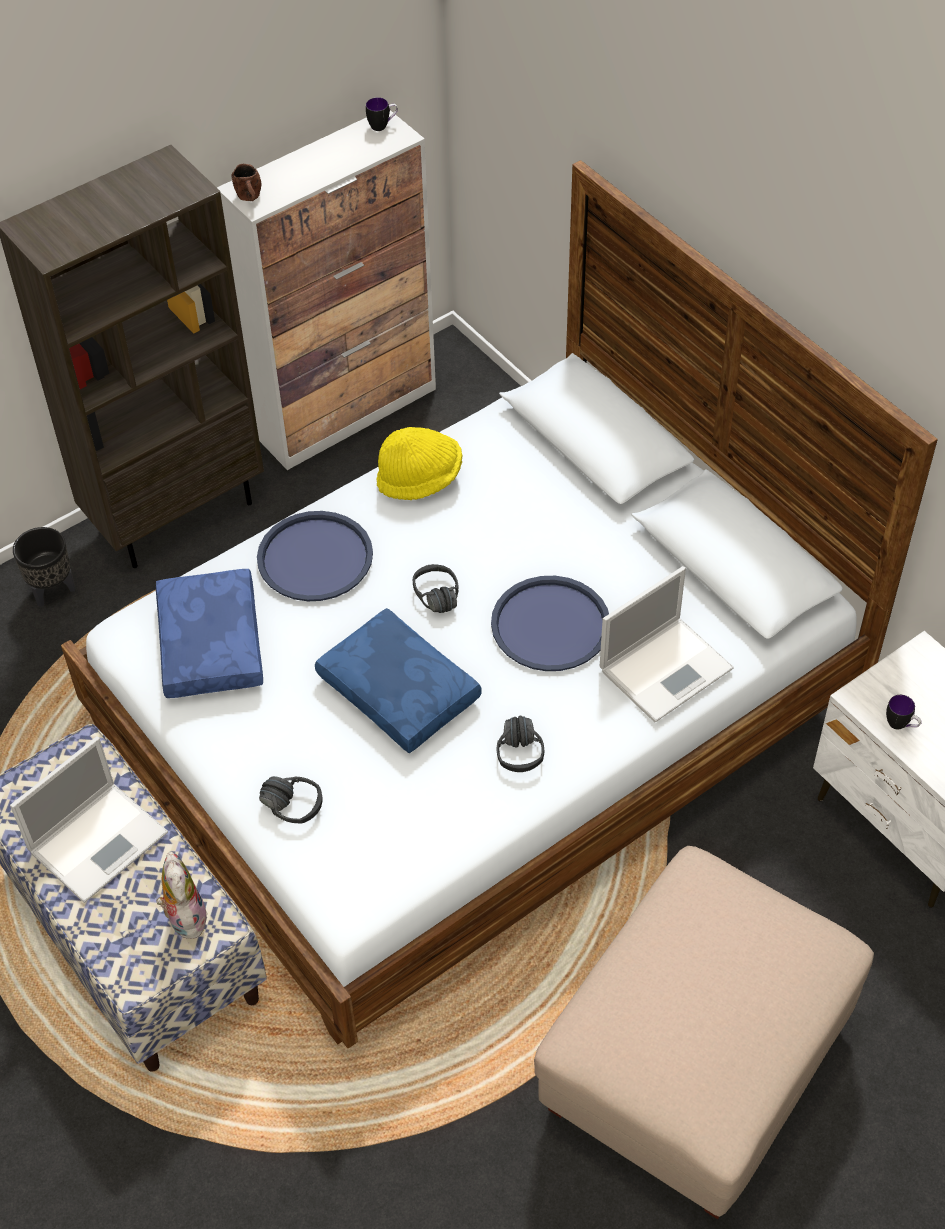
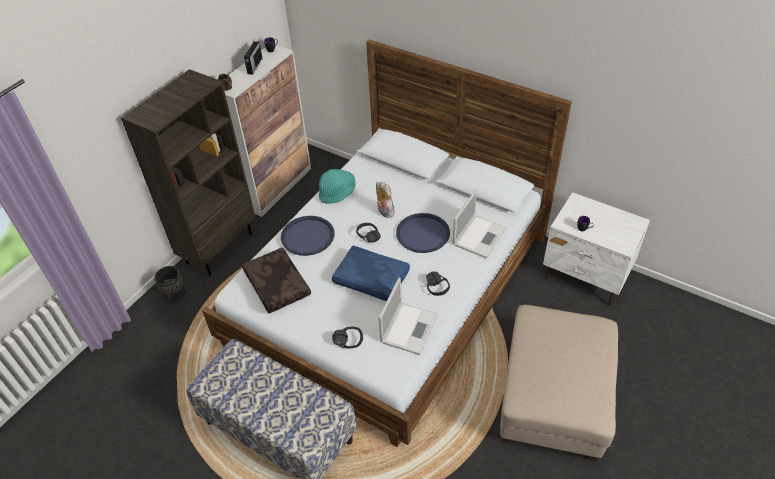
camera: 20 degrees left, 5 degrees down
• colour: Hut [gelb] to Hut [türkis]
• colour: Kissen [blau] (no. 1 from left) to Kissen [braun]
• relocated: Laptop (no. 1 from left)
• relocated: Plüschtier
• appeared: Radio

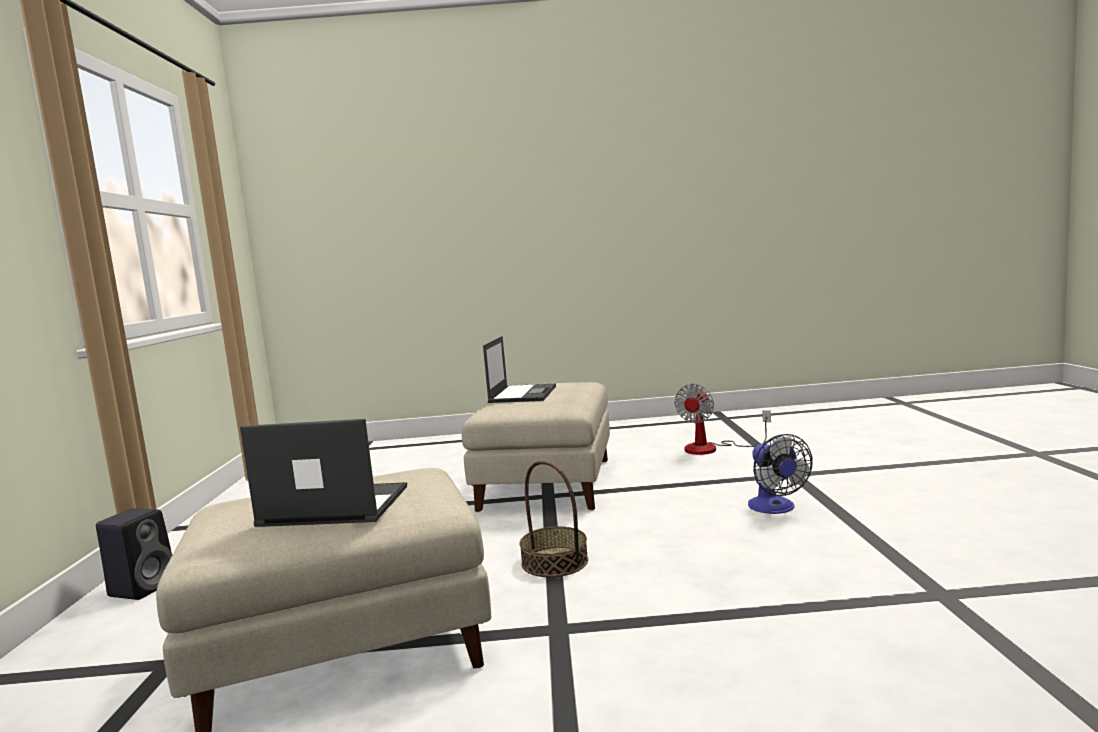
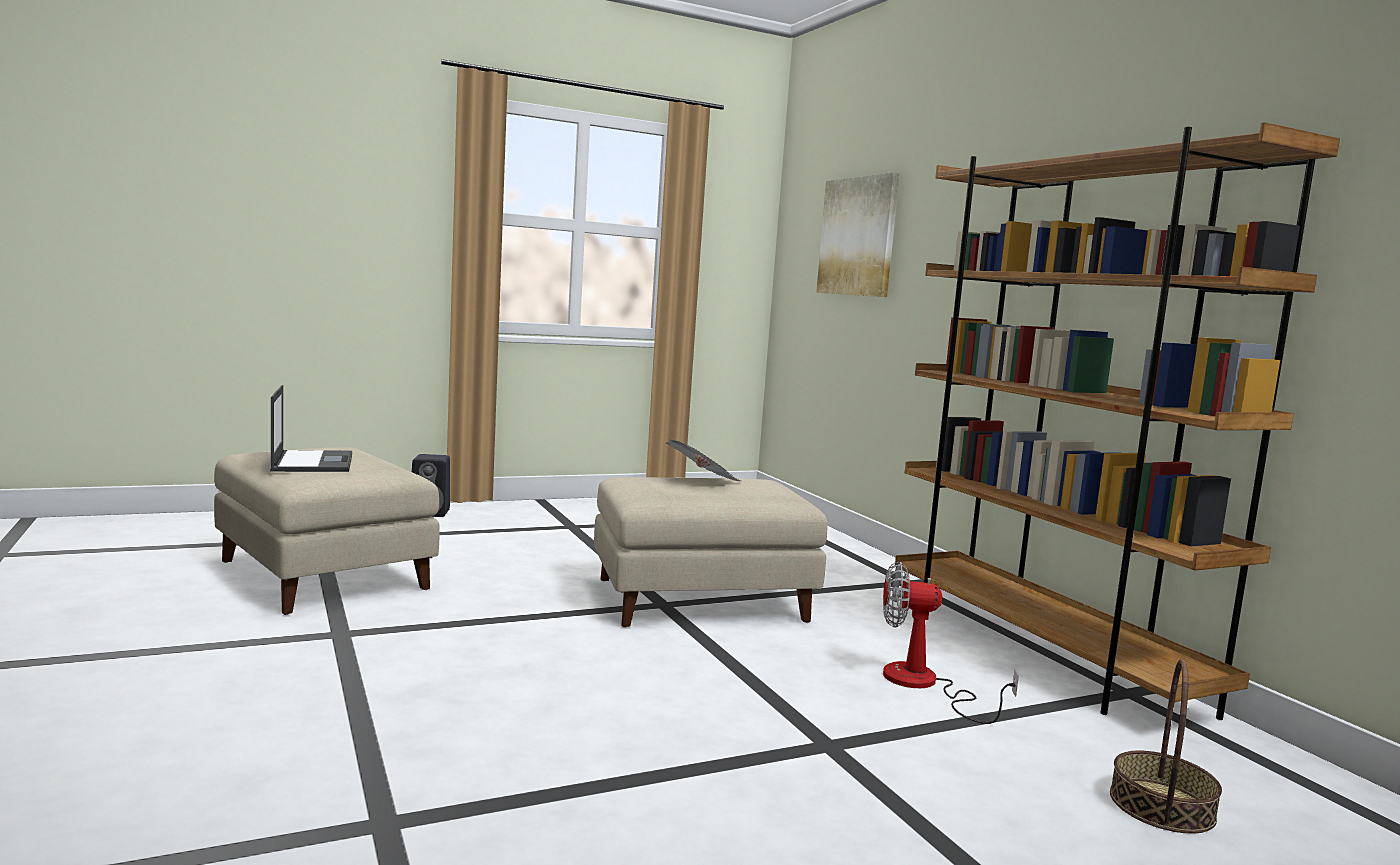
camera: 65 degrees right, 0 degrees up
• exchanged: Laptop (no. 2 from left) to Zeitung
• missing: Ventilator (no. 2 from left)
• relocated: Korb
• appeared: Bücherregal [braun]
• appeared: Bild

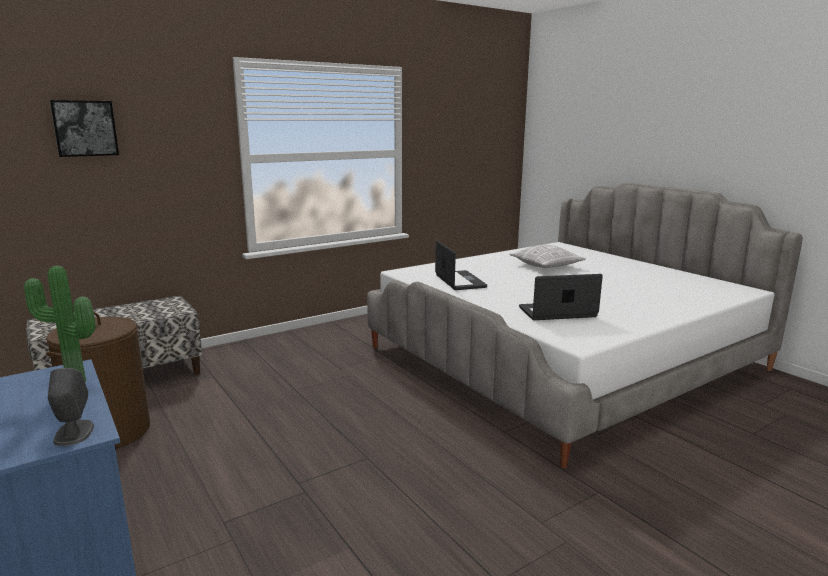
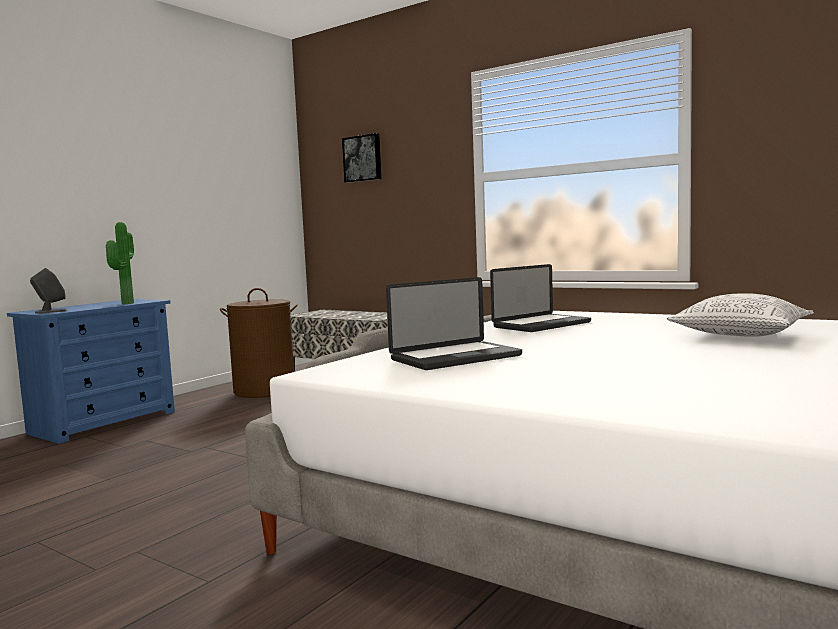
camera: 70 degrees right, 10 degrees down
• spun: Laptop (no. 2 from left in the first image) 90 degrees clockwise

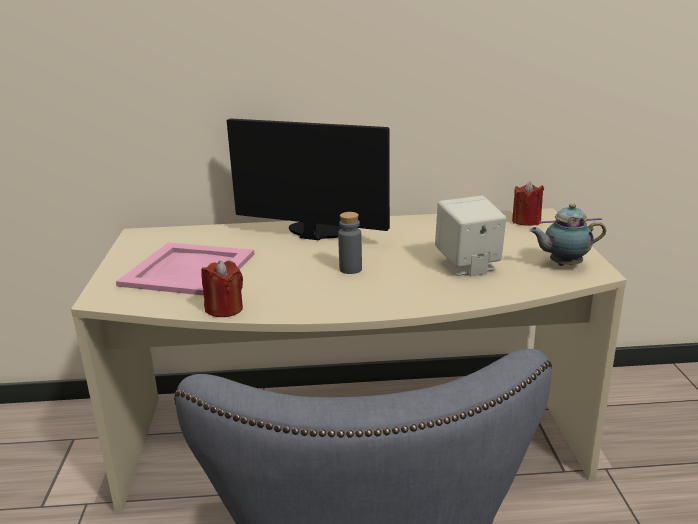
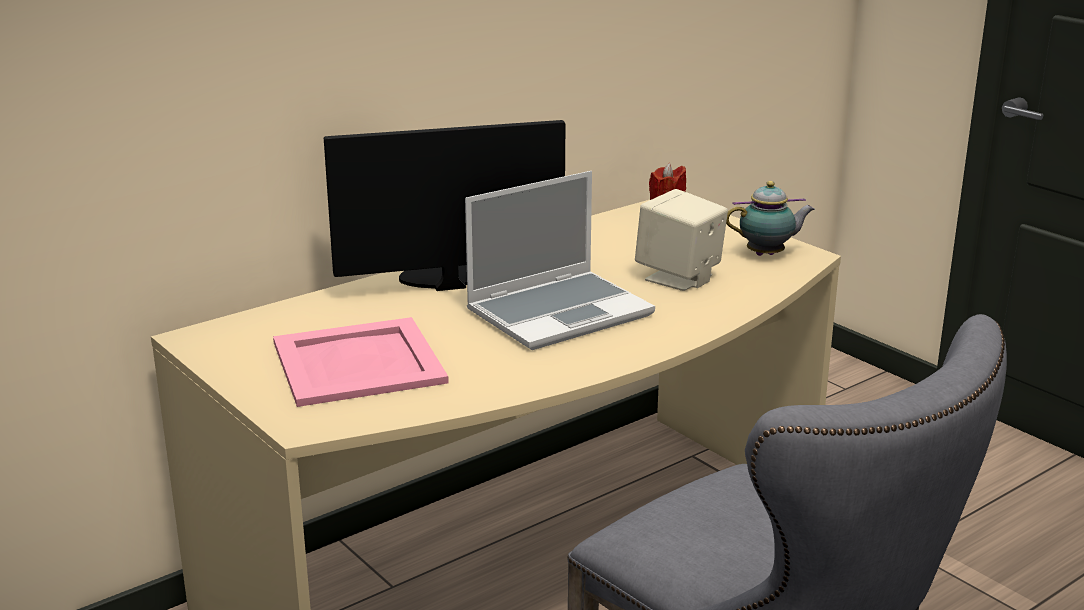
camera: 35 degrees left, 0 degrees up
• spun: Teekanne 150 degrees counterclockwise
• exchanged: Flasche [grau] to Laptop
• missing: Kerze [rot] (no. 1 from left)

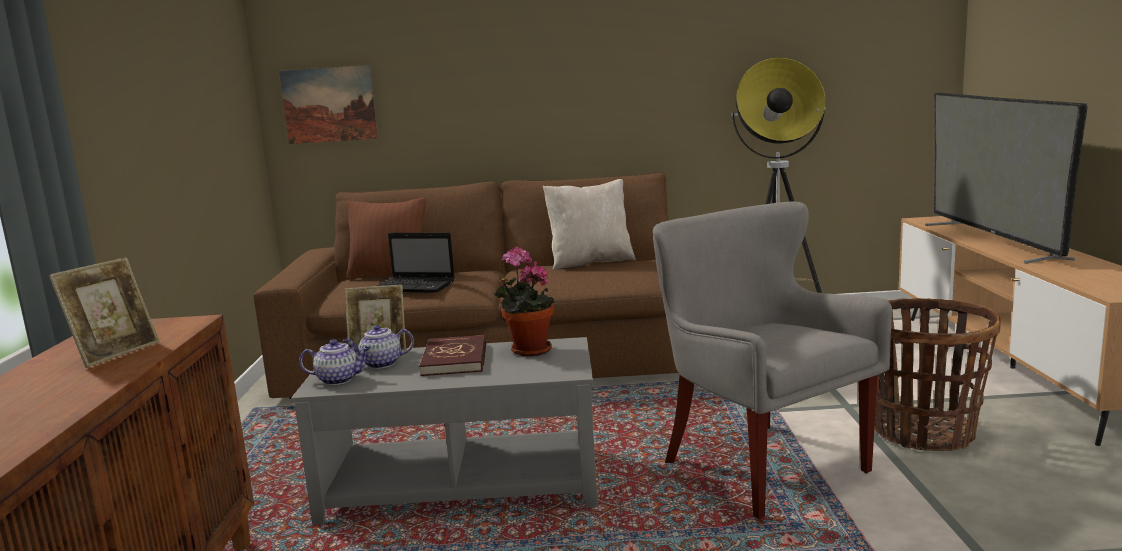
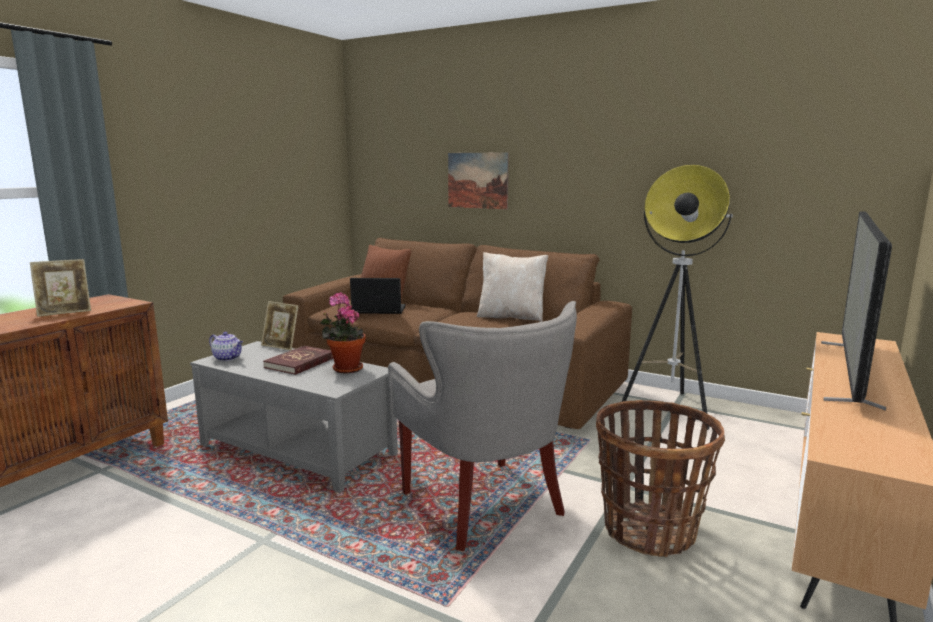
camera: 30 degrees right, 0 degrees up
• relocated: Bild
• spun: Sessel [grau] 150 degrees clockwise
• spun: Laptop 135 degrees clockwise
• missing: Teekanne (no. 2 from left)

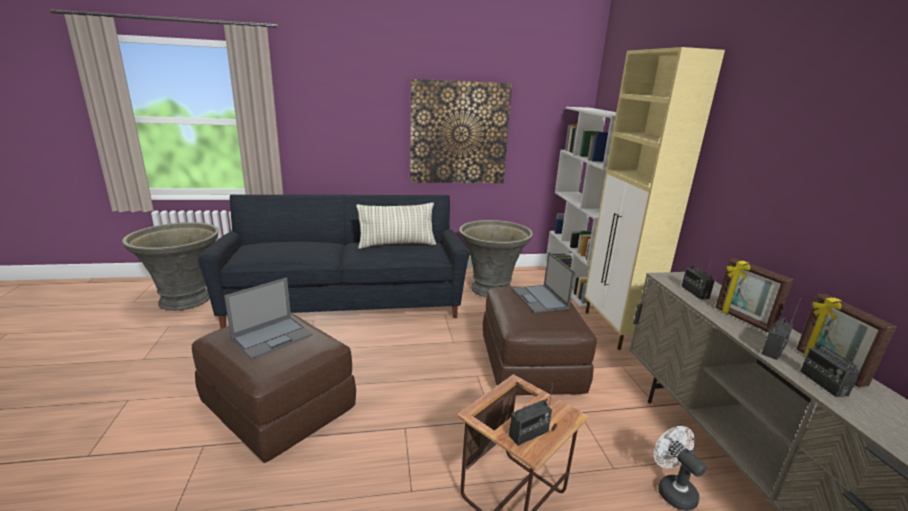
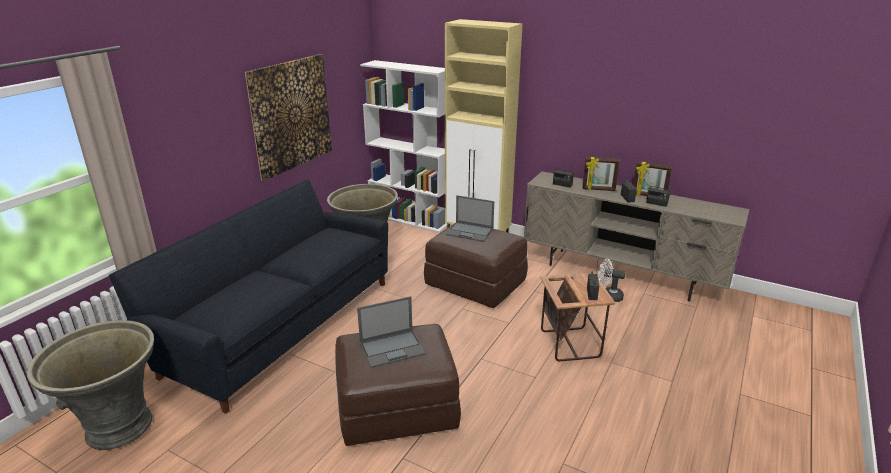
camera: 50 degrees left, 5 degrees up
• missing: Kissen
• spun: Laptop (no. 1 from left) 75 degrees clockwise

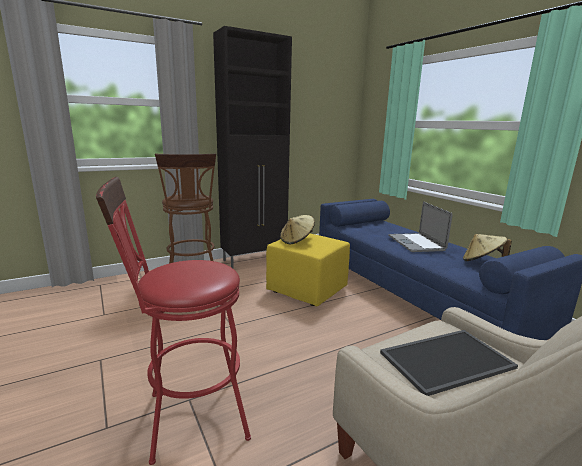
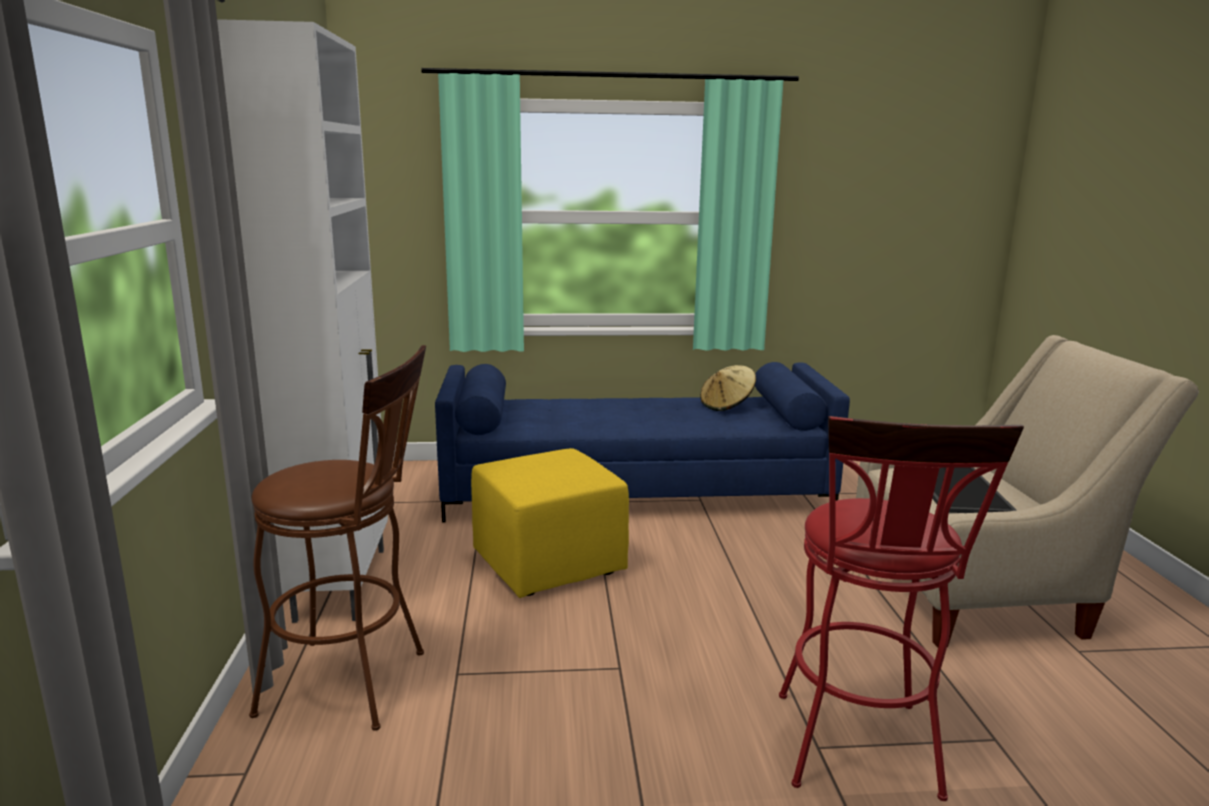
camera: 65 degrees left, 0 degrees up
• colour: Schrank [schwarz] to Schrank [weiß]
• missing: Laptop
• missing: Hut [beige] (no. 1 from left)

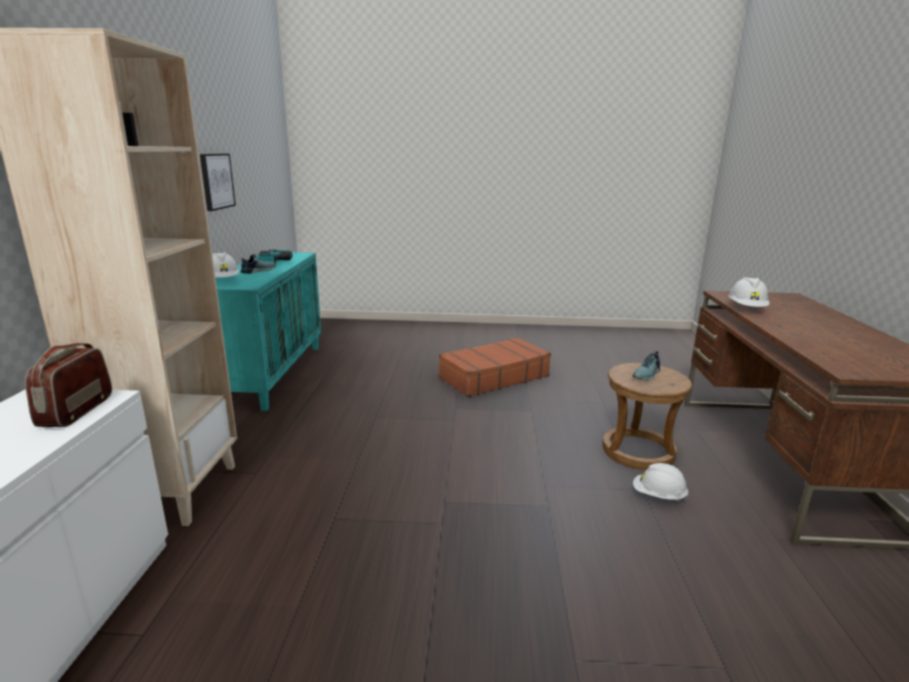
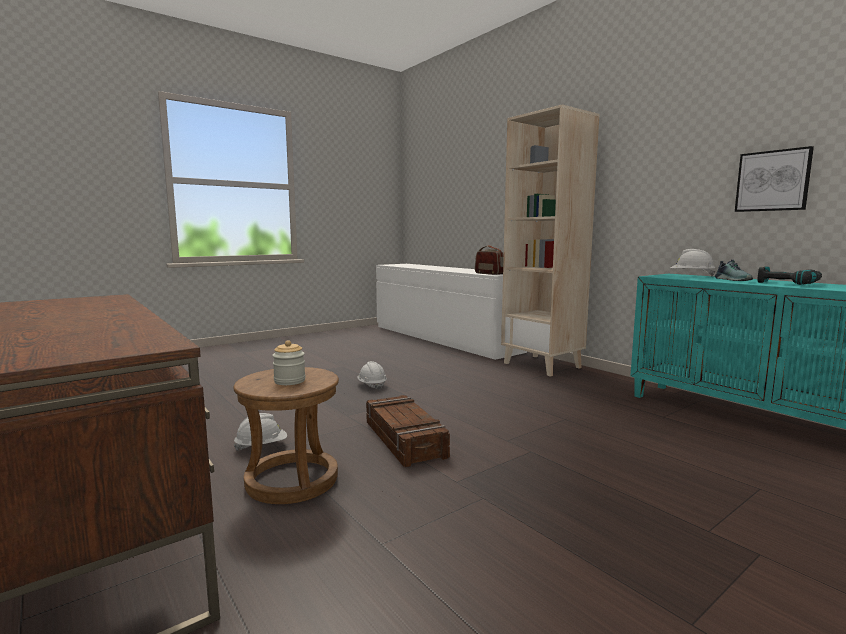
camera: 140 degrees right, 10 degrees down
• relocated: Schutzhelm [weiß] (no. 3 from left in the first image) to Schutzhelm [weiß] (no. 2 from left)
• missing: Koffer [braun]
• exchanged: Schuh (no. 2 from left) to Vorratsglas
• appeared: Kiste

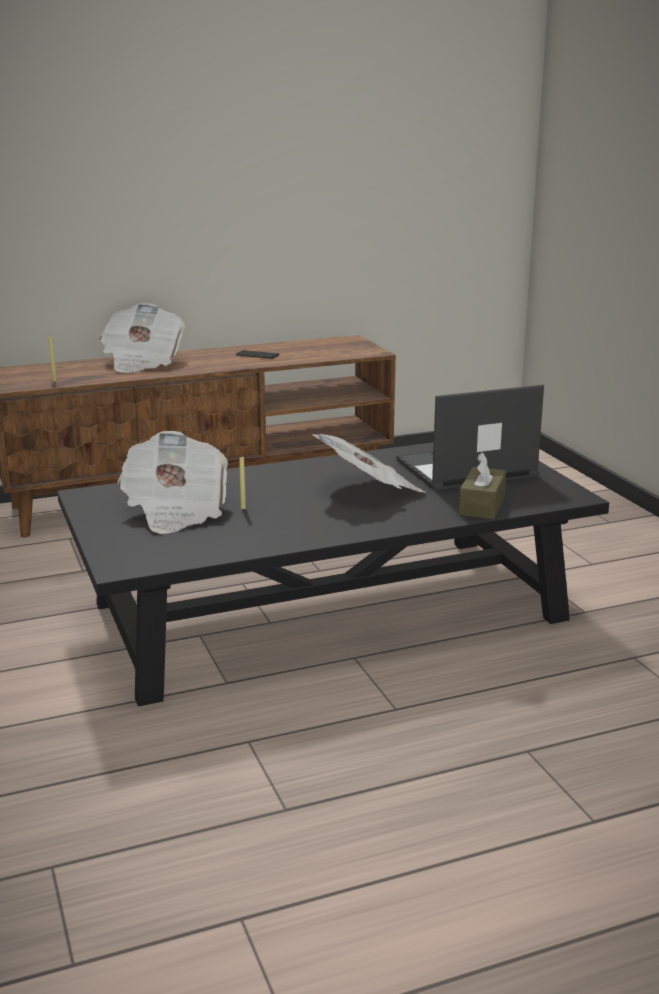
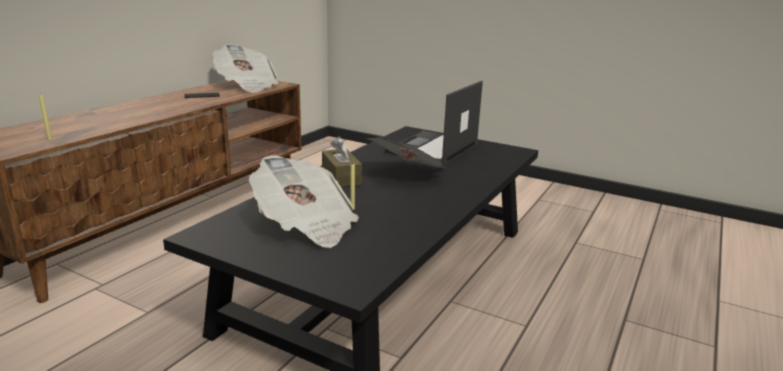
camera: 40 degrees left, 0 degrees up
• relocated: Zeitung (no. 1 from left)
• relocated: Taschentuchbox [braun]

